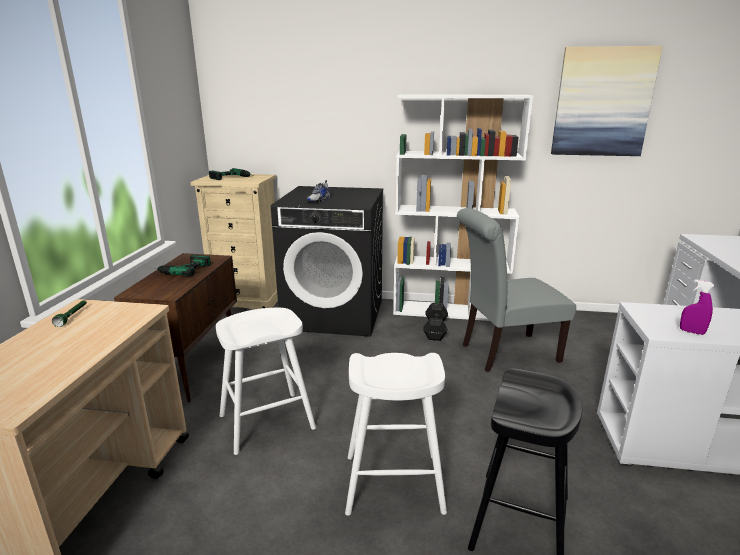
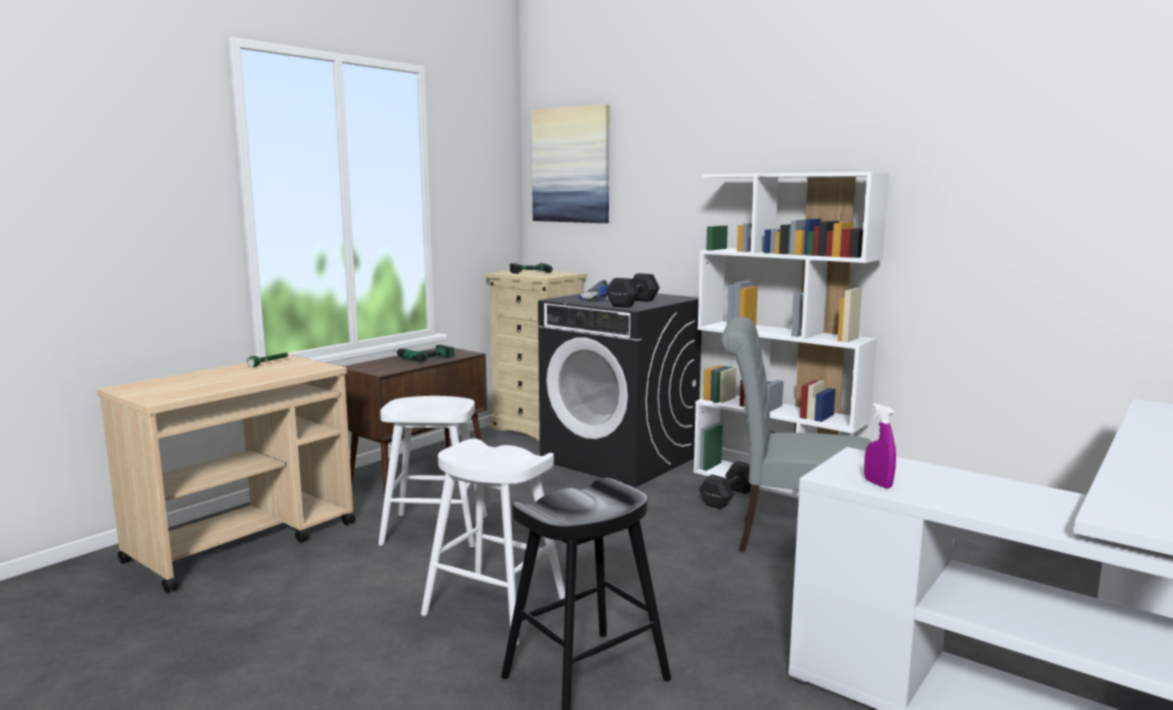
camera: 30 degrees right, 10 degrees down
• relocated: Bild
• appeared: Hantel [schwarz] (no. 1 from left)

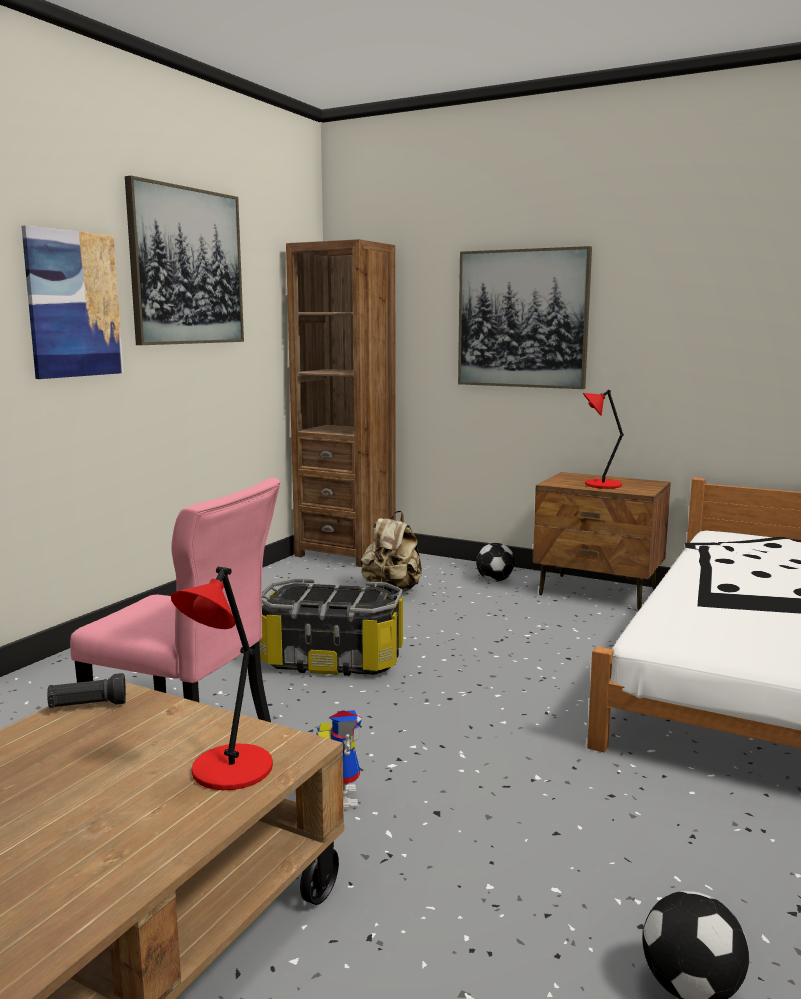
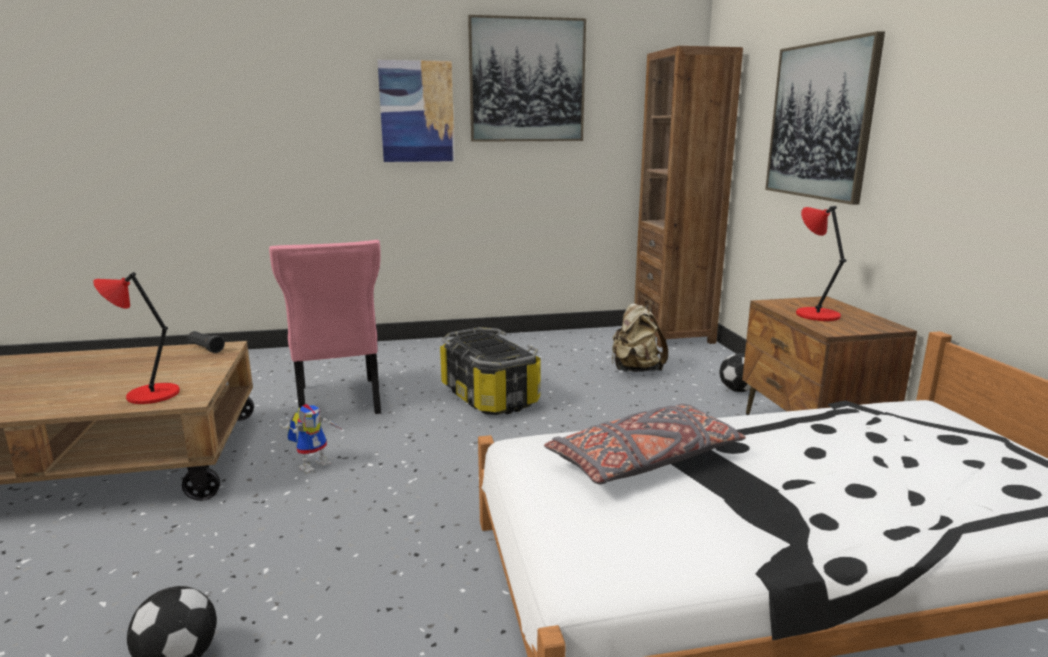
camera: 50 degrees right, 5 degrees up
• appeared: Kissen [grau]

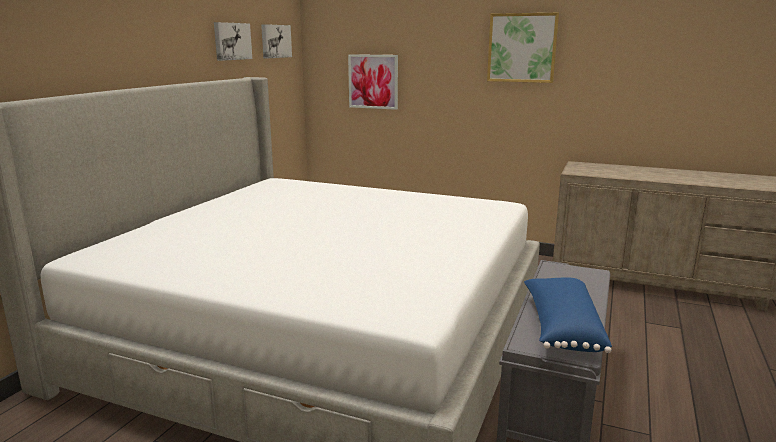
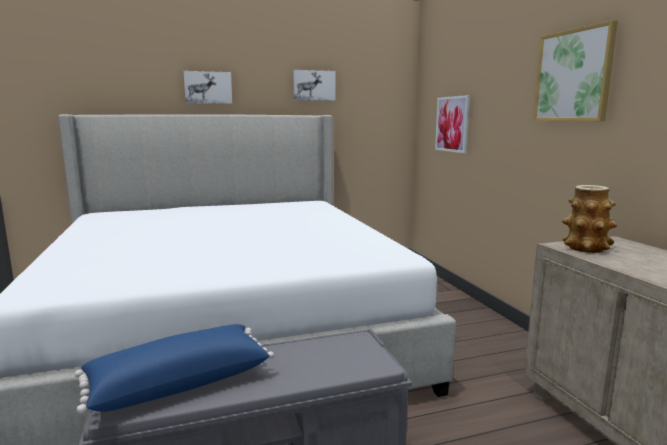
camera: 50 degrees right, 5 degrees down
• relocated: Bild (no. 2 from left in the first image) to Bild (no. 1 from left)
• appeared: Vase

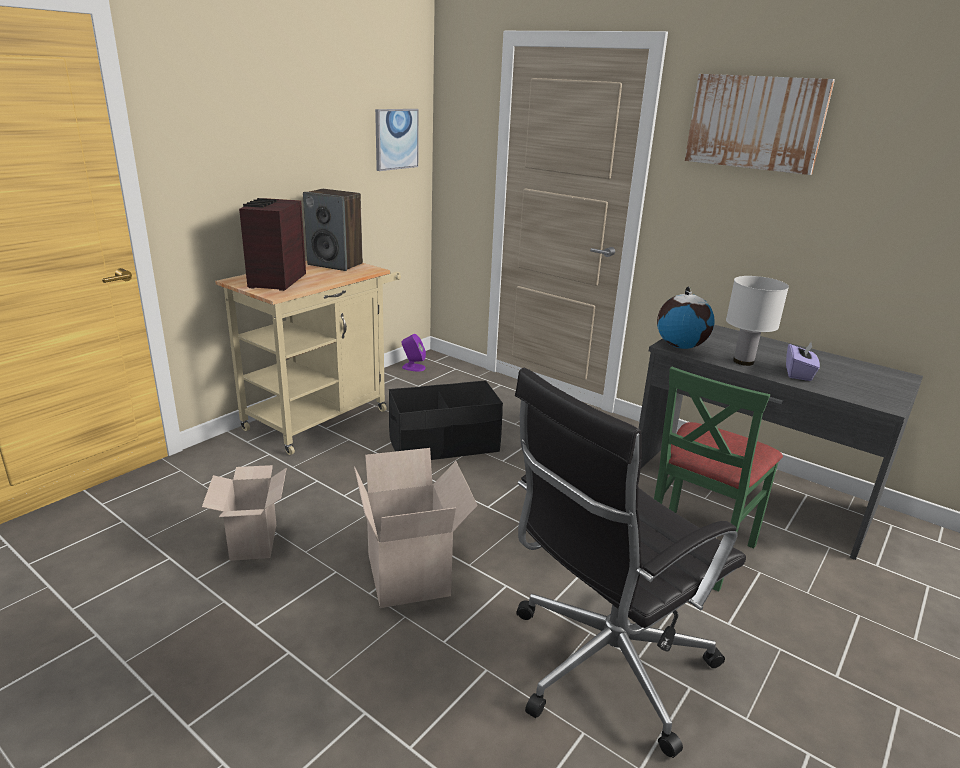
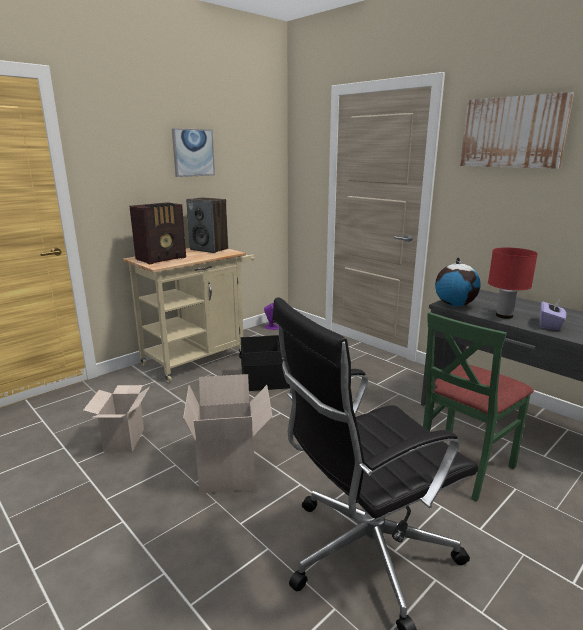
camera: 10 degrees right, 5 degrees down
• relocated: Bild (no. 1 from left)
• spun: Radio 150 degrees counterclockwise
• colour: Tischlampe [weiß] to Tischlampe [rot]

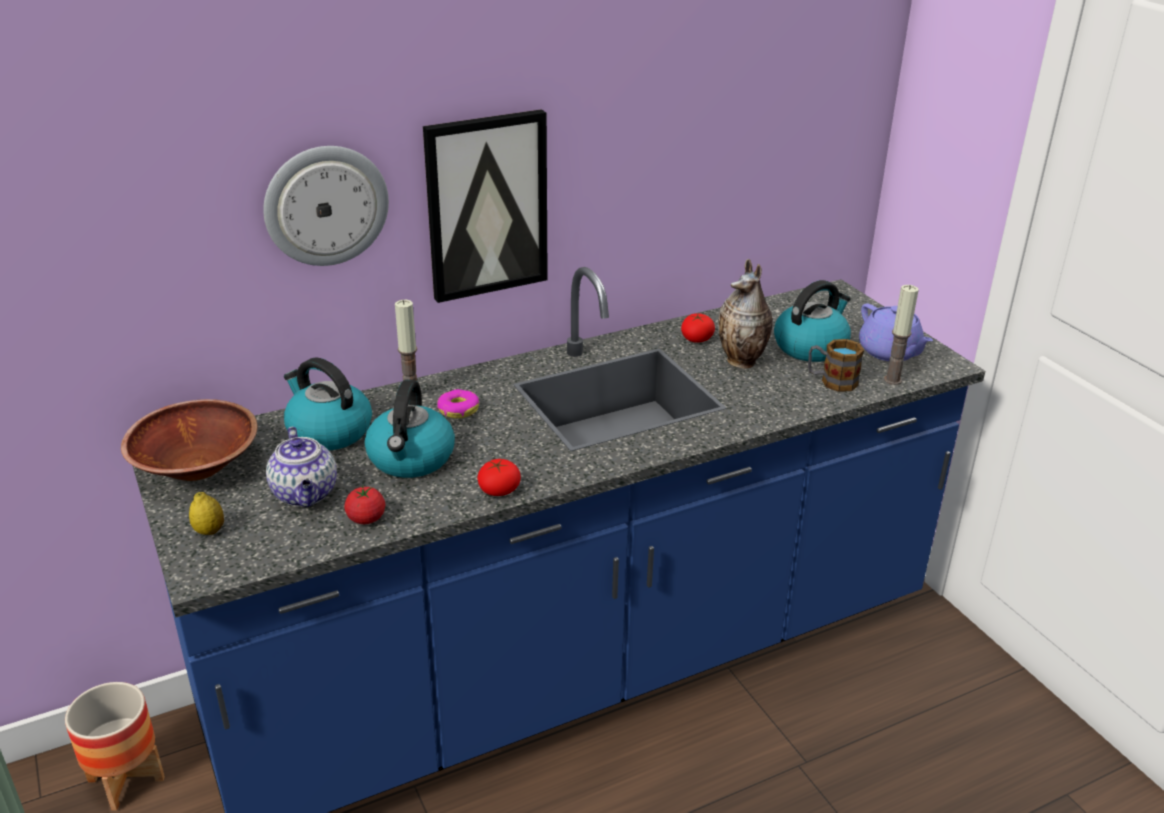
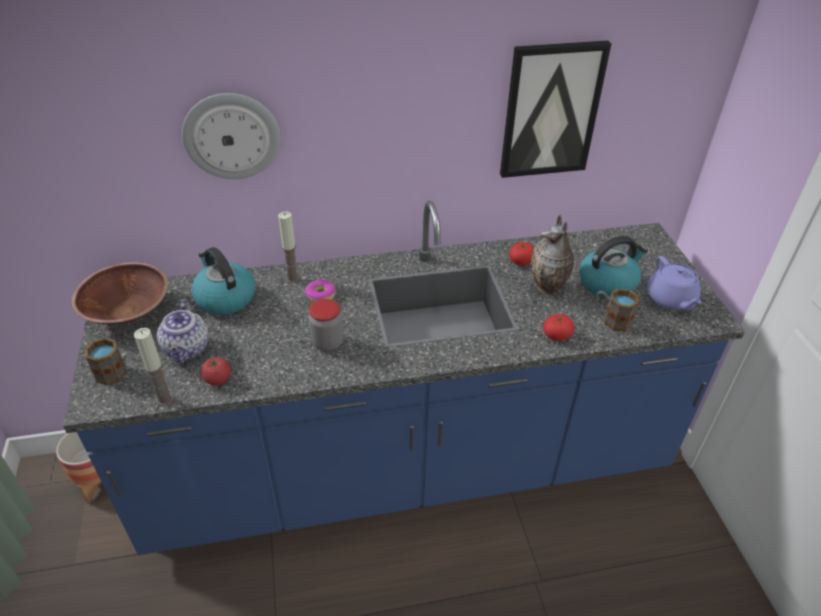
camera: 15 degrees right, 10 degrees up
• relocated: Bild
• relocated: Kerze (no. 2 from left in the first image) to Kerze (no. 1 from left)
• missing: Wasserkessel (no. 2 from left)
• relocated: Tomate (no. 2 from left in the first image) to Tomate (no. 3 from left)
• exchanged: Zitrone to Henkelbecher (no. 1 from left)
• appeared: Vorratsglas

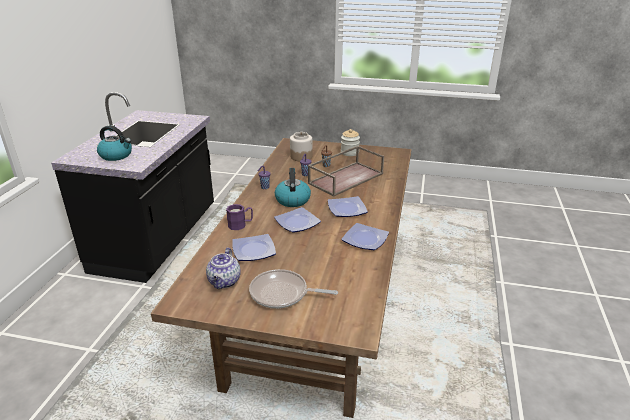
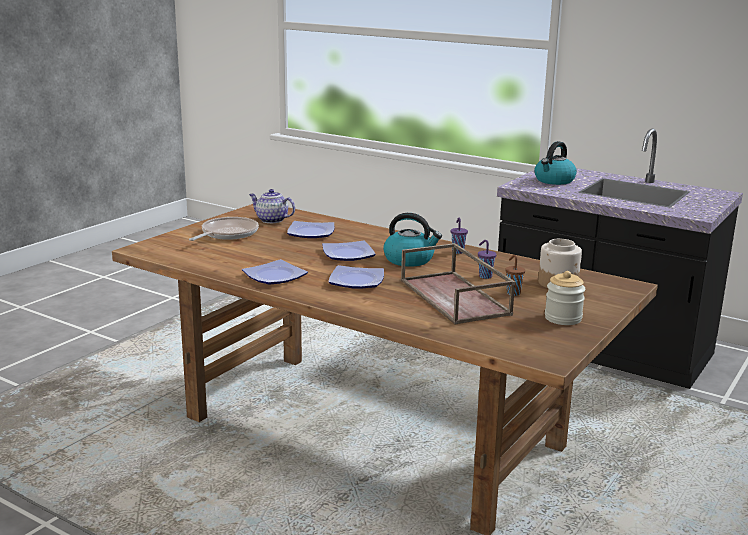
camera: 110 degrees right, 10 degrees down
• missing: Henkelbecher [lila]

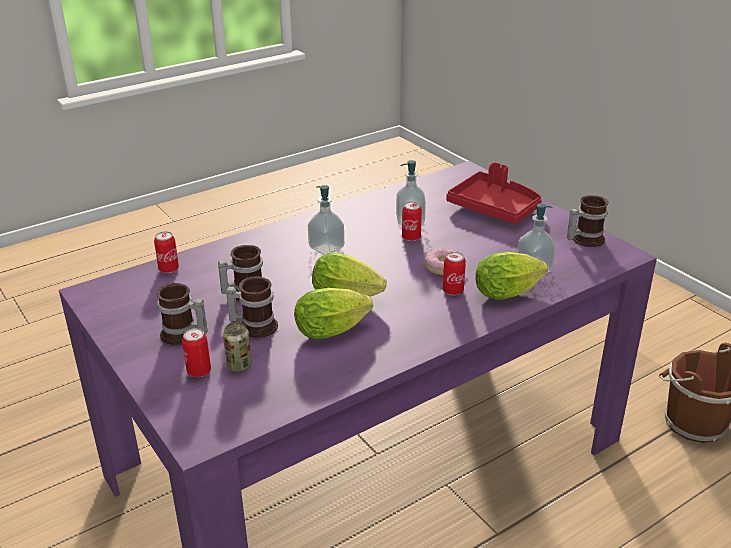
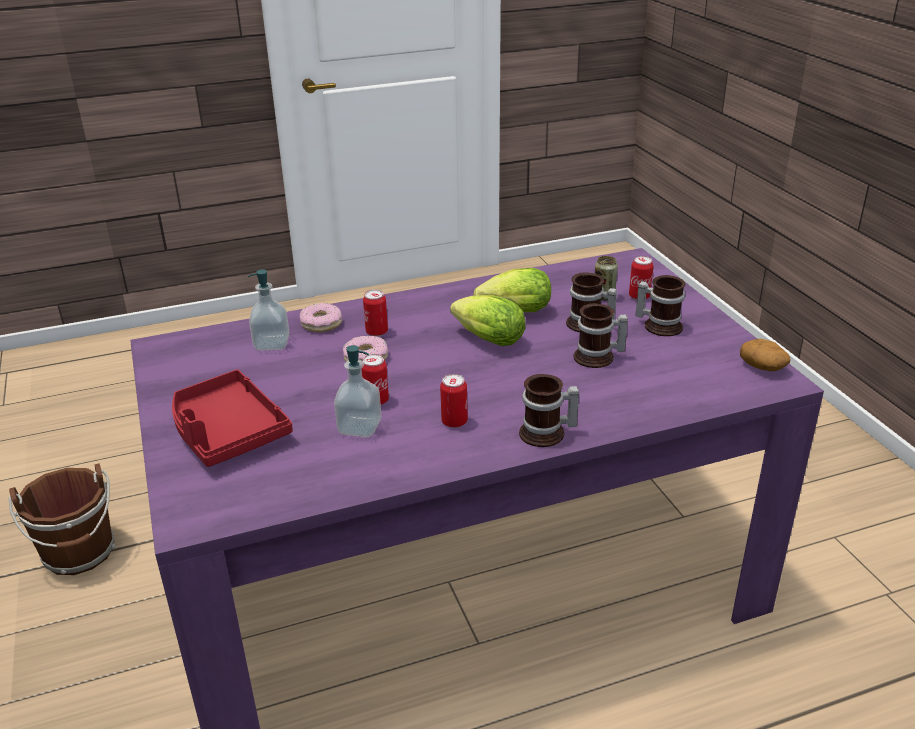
camera: 165 degrees left, 0 degrees up
• missing: Seifenspender (no. 1 from left)
• relocated: Henkelbecher (no. 4 from left in the first image) to Henkelbecher (no. 1 from left)
• relocated: Dose (no. 1 from left in the first image) to Dose (no. 3 from left)
• exchanged: Salatkopf (no. 3 from left) to Donut (no. 1 from left)
• appeared: Kartoffel

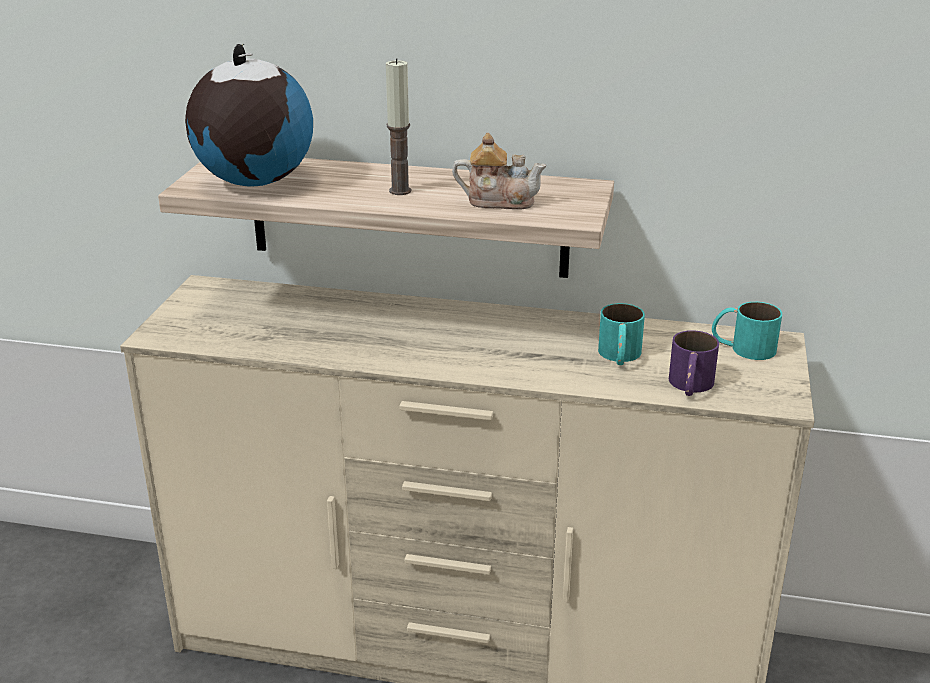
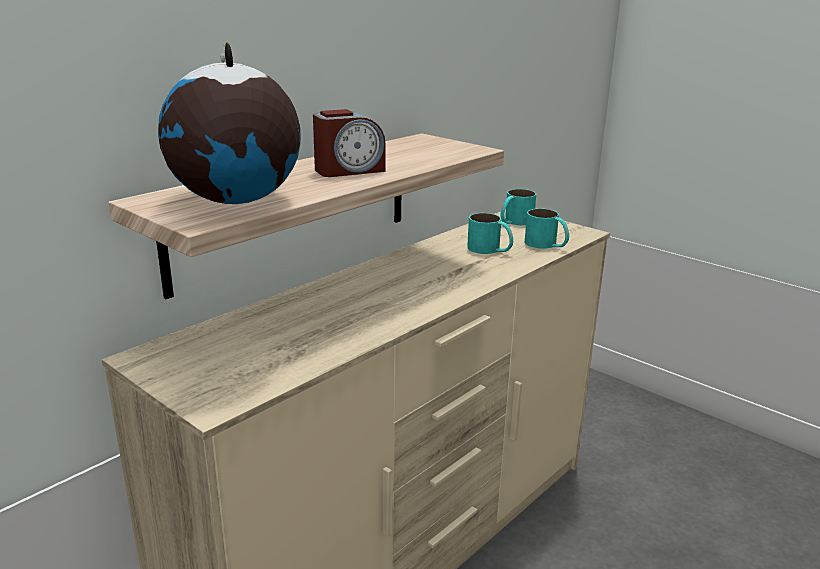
camera: 60 degrees left, 5 degrees down
• exchanged: Kerze to Wecker
• missing: Teekanne
• colour: Henkelbecher [lila] to Henkelbecher [türkis] (no. 3 from left)

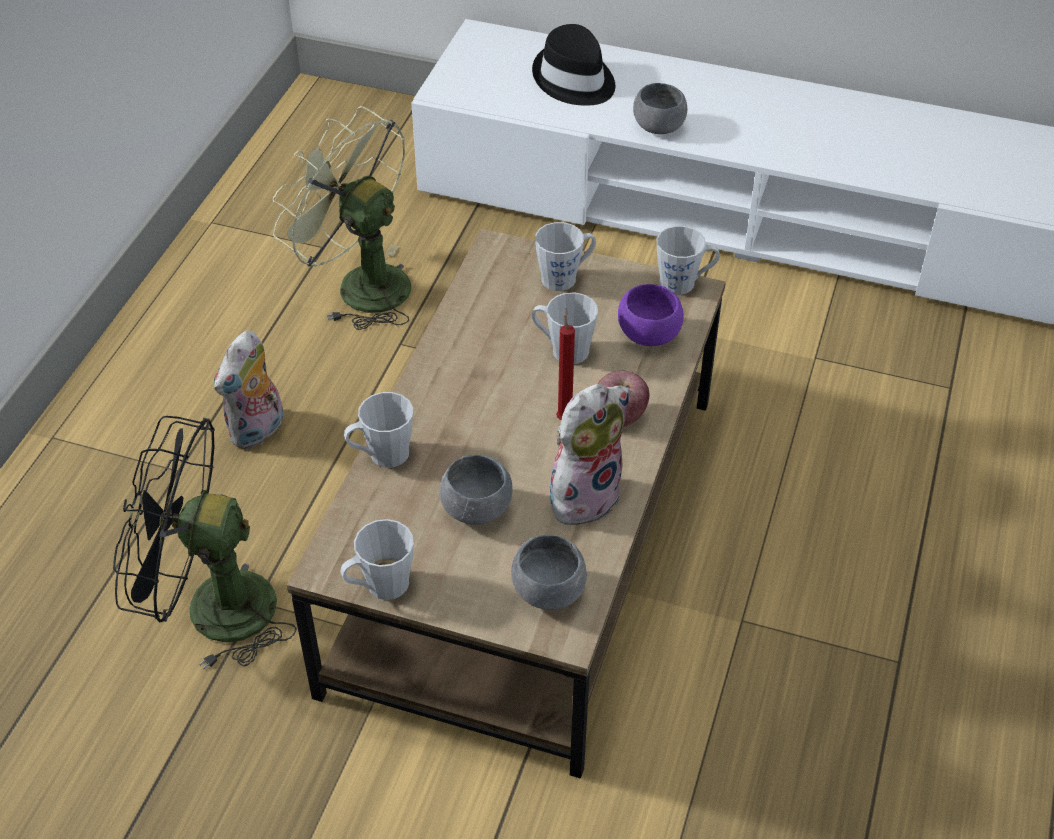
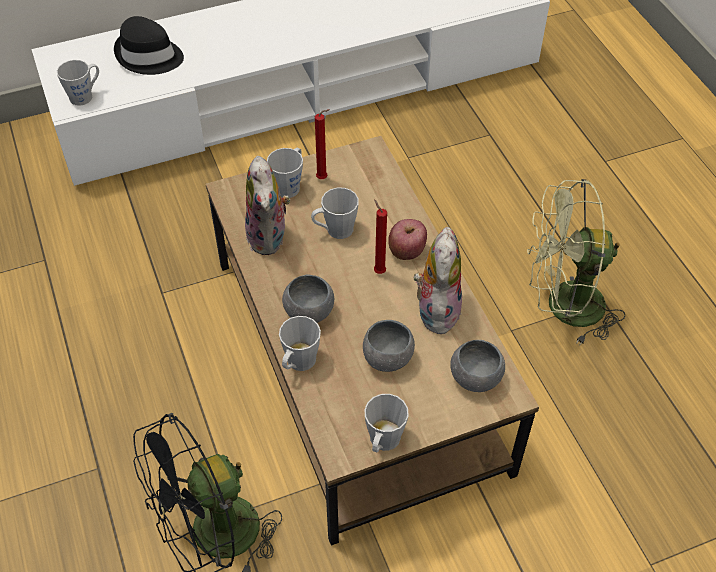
camera: 40 degrees left, 5 degrees up
• relocated: Schüssel [grau] (no. 3 from left in the first image) to Schüssel [grau] (no. 1 from left)
• relocated: Ventilator [grün]
• relocated: Henkelbecher [grau] (no. 5 from left in the first image) to Henkelbecher [grau] (no. 1 from left)
• missing: Schüssel [lila]
• relocated: Plüschtier (no. 1 from left)
• appeared: Kerze [rot] (no. 1 from left)

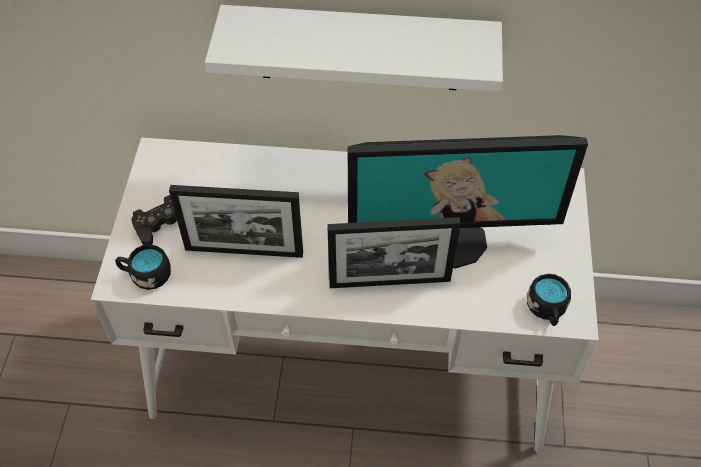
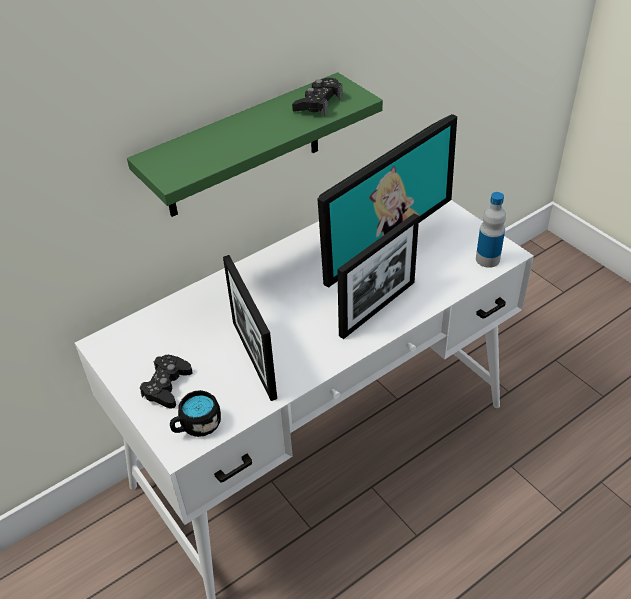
camera: 40 degrees left, 10 degrees down
• colour: Wandregal [weiß] to Wandregal [grün]
• spun: Bilderrahmen (no. 1 from left) 105 degrees clockwise
• exchanged: Henkelbecher [schwarz] (no. 2 from left) to Flasche
• appeared: Gamepad [schwarz] (no. 2 from left)

